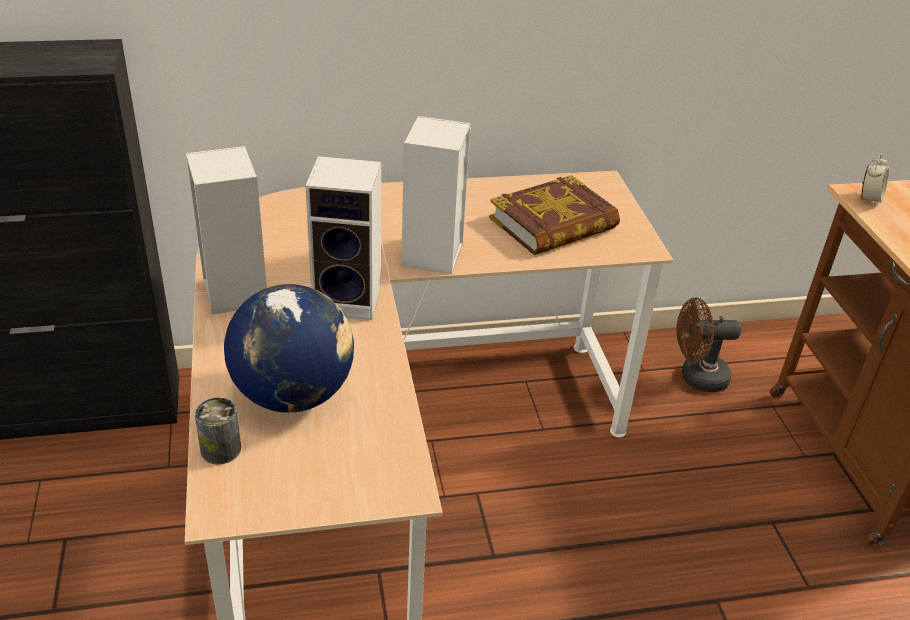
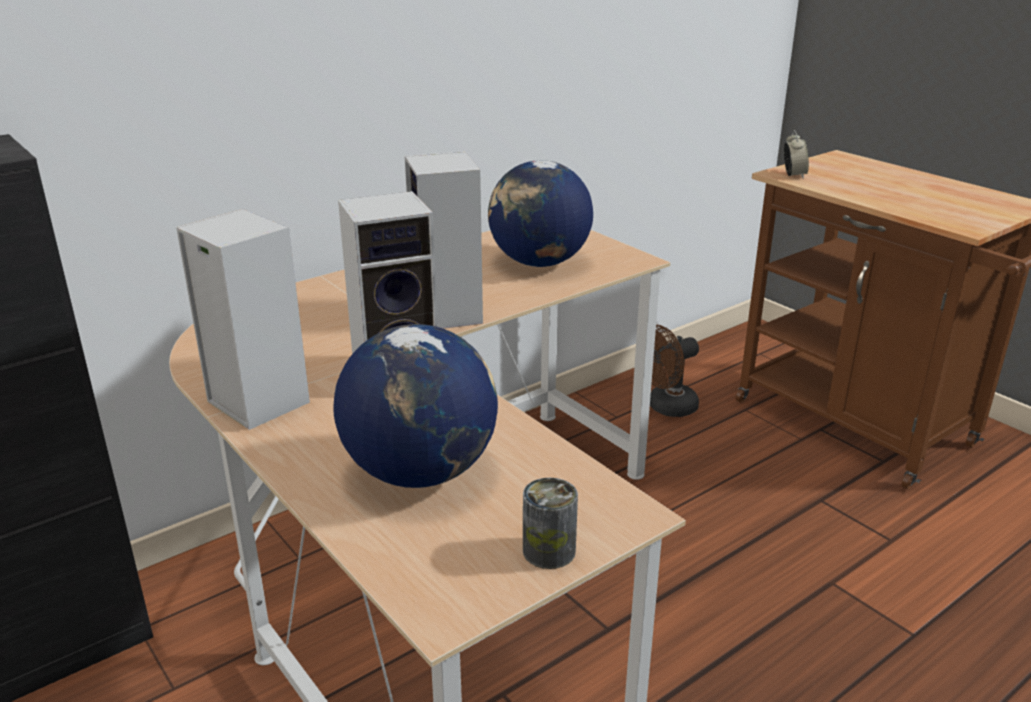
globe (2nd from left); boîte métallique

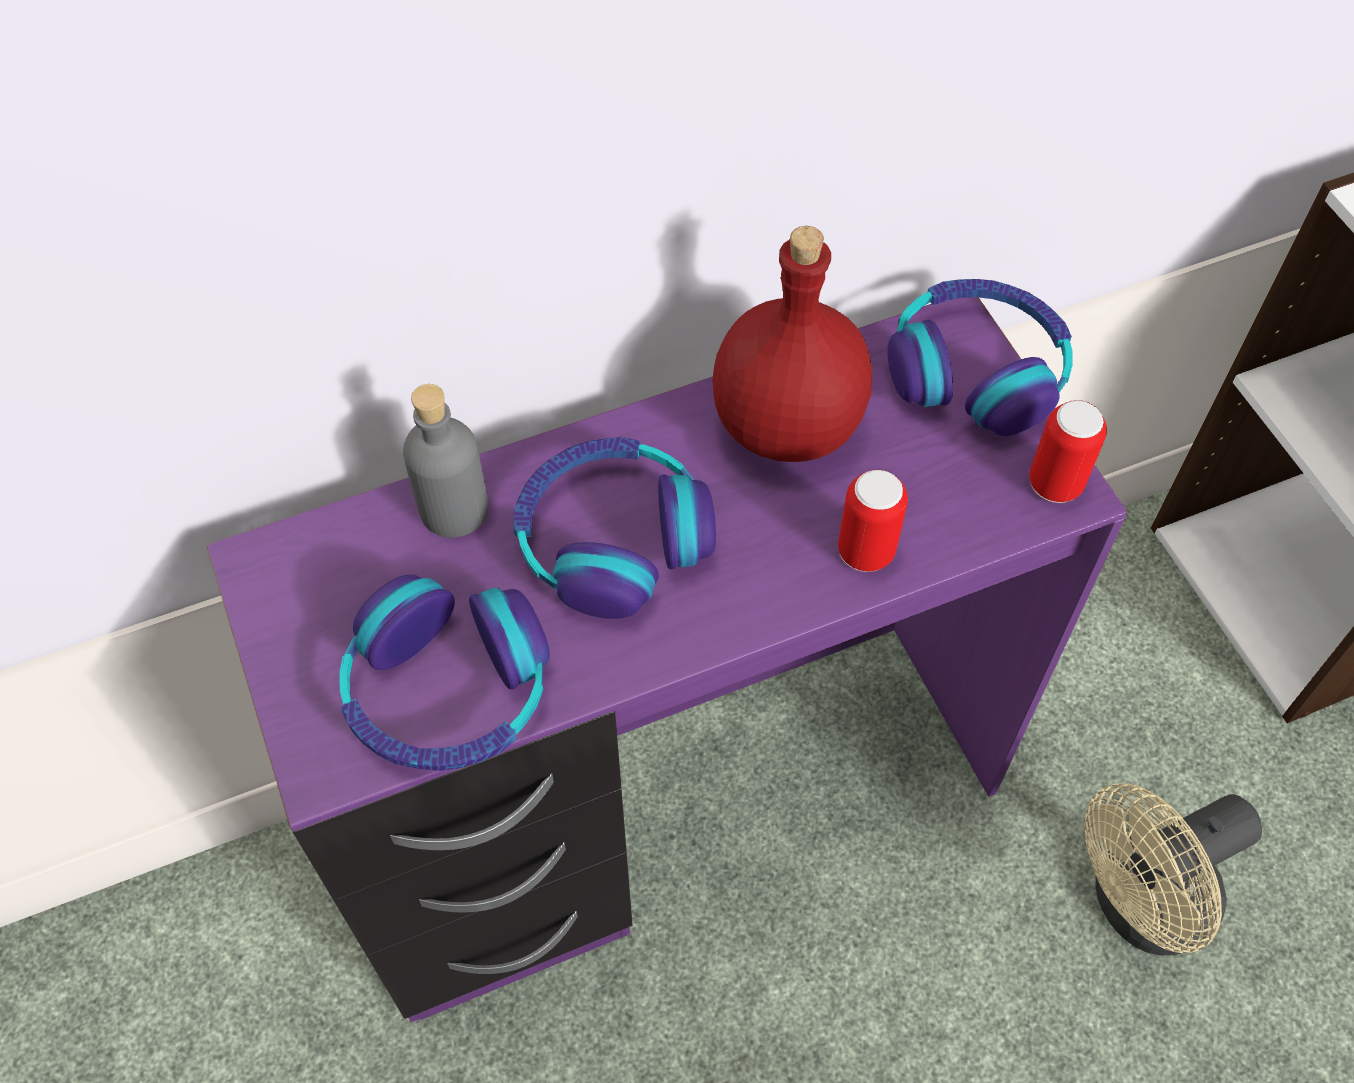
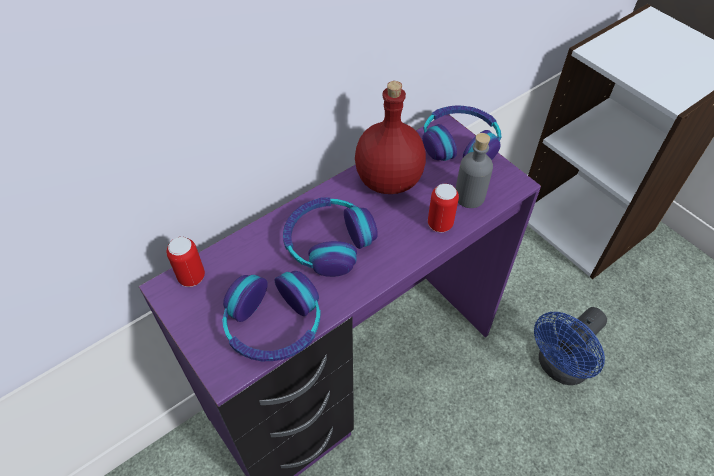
boîte métallique (1st from left); bouteille (gris); ventilateur (bleu)

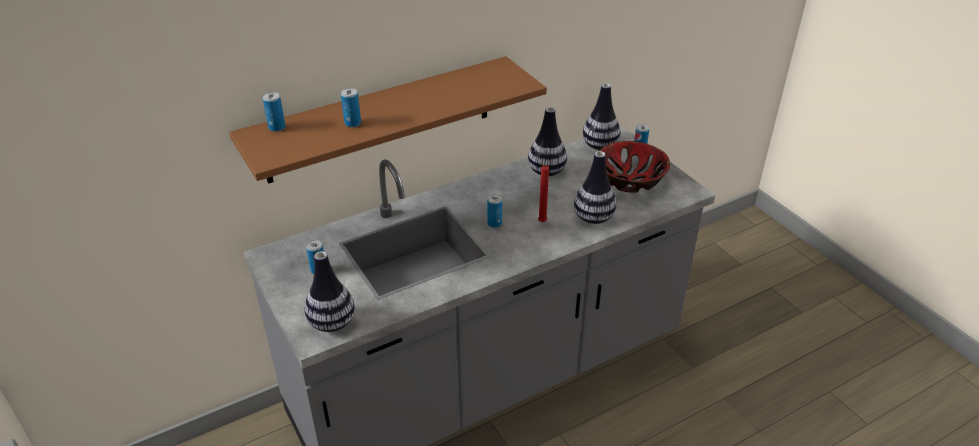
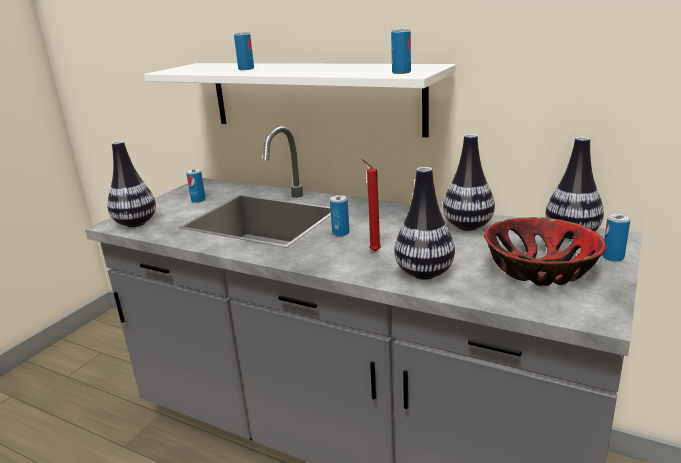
étagère (blanc); boîte métallique (4th from left)

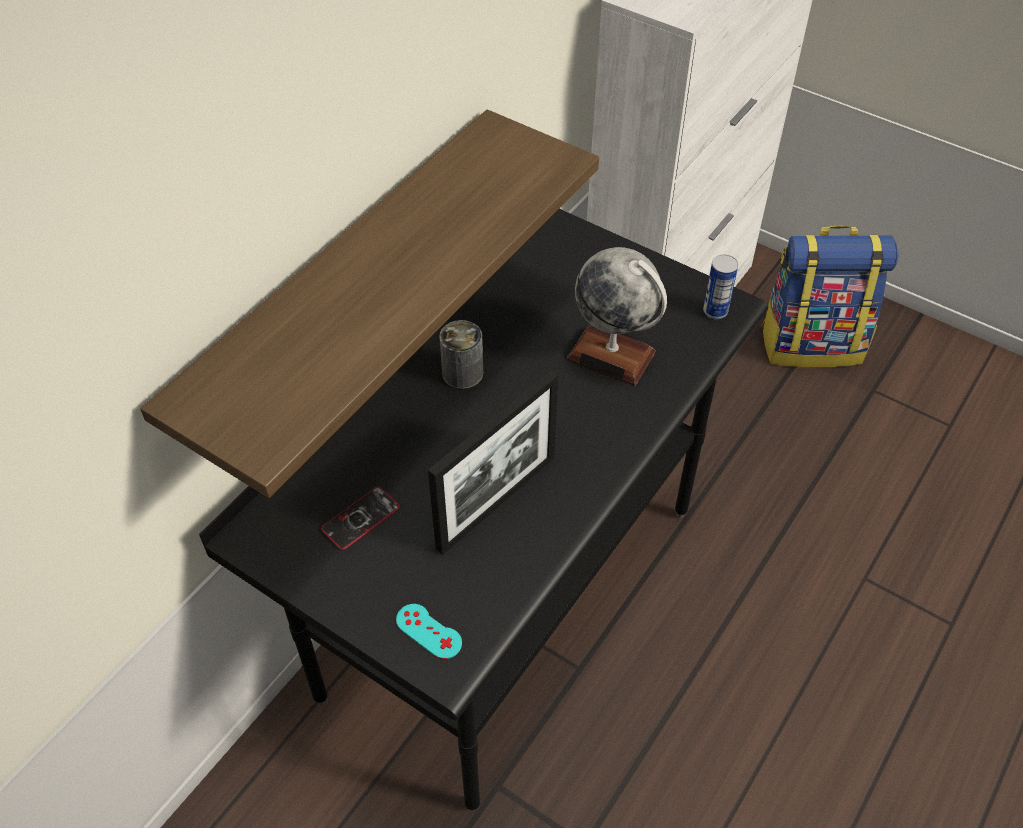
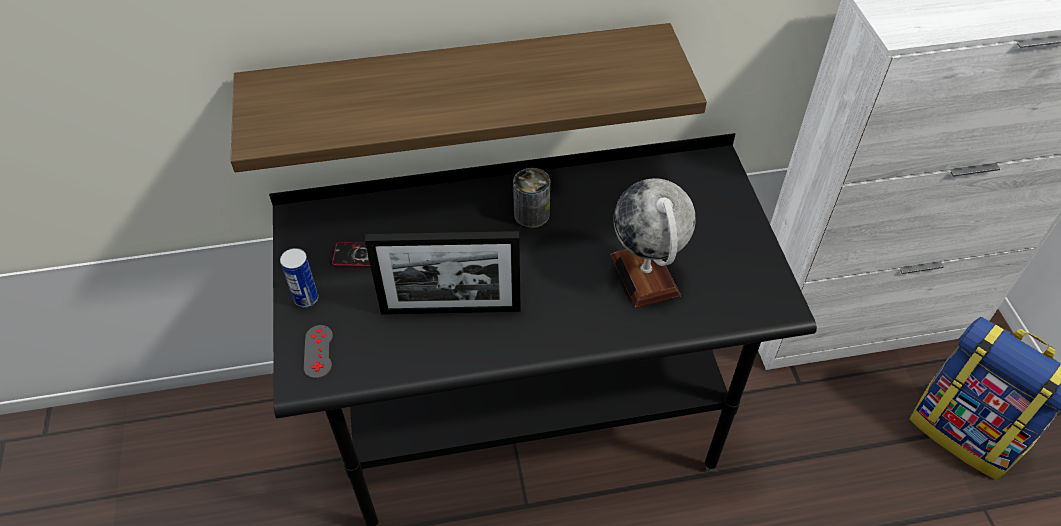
boîte métallique (1st from left); manette (gris)

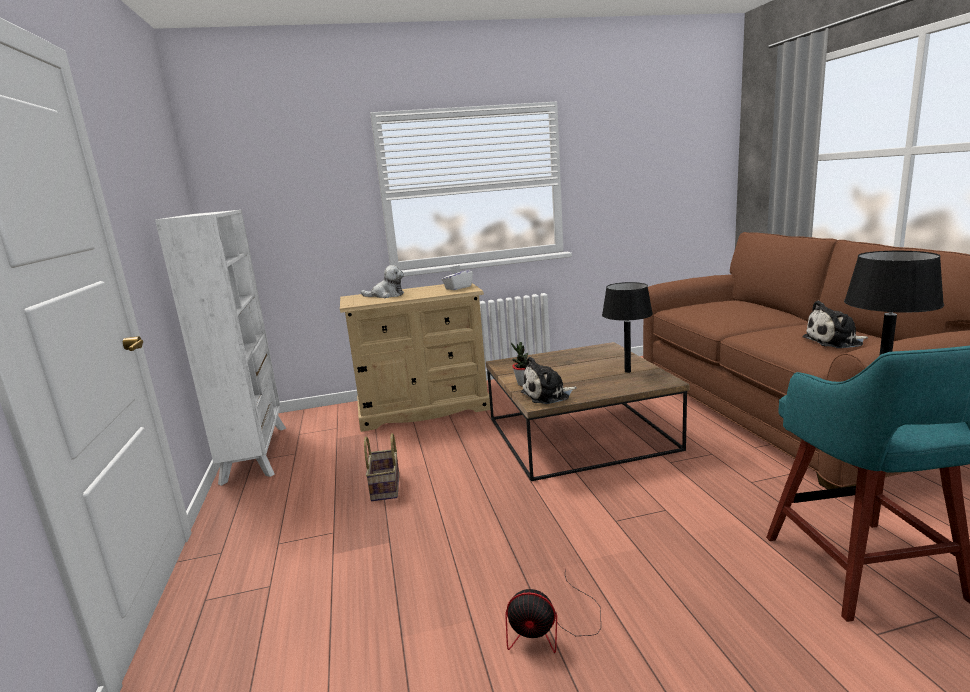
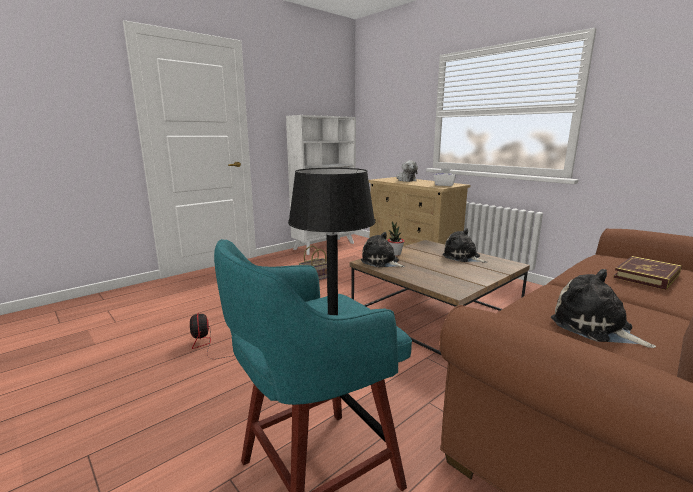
peluche (3rd from left); livre; lampe de table (noir) (1st from left in the first image)

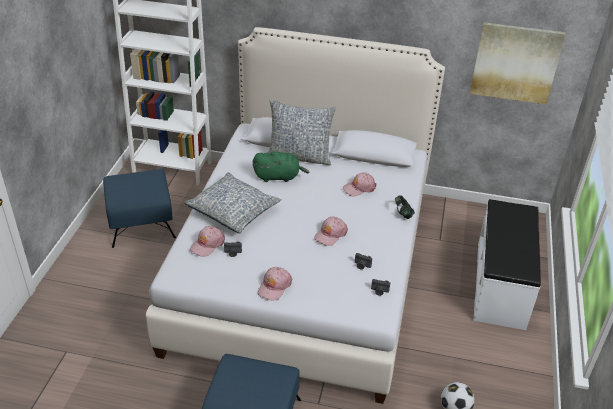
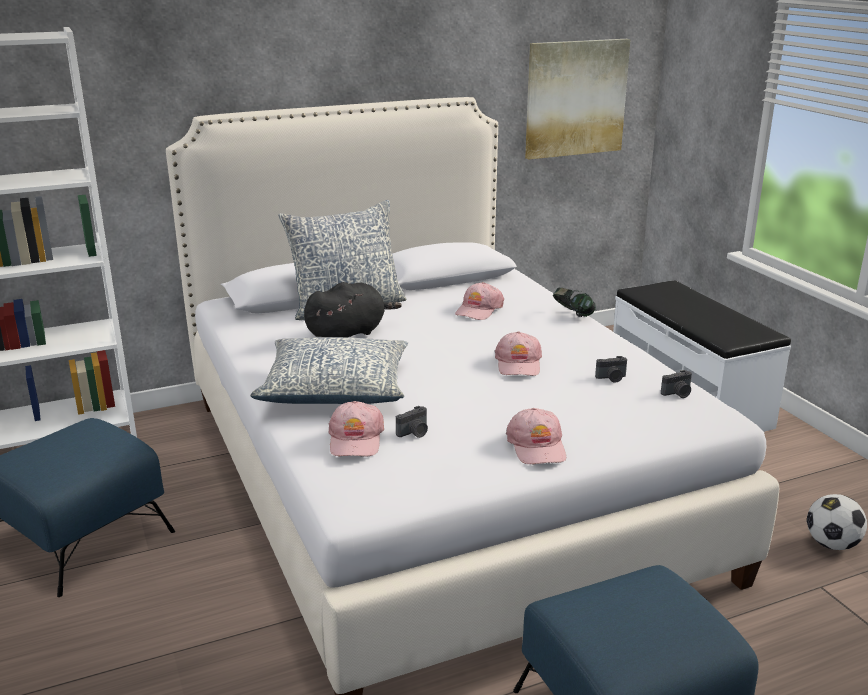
peluche (noir)

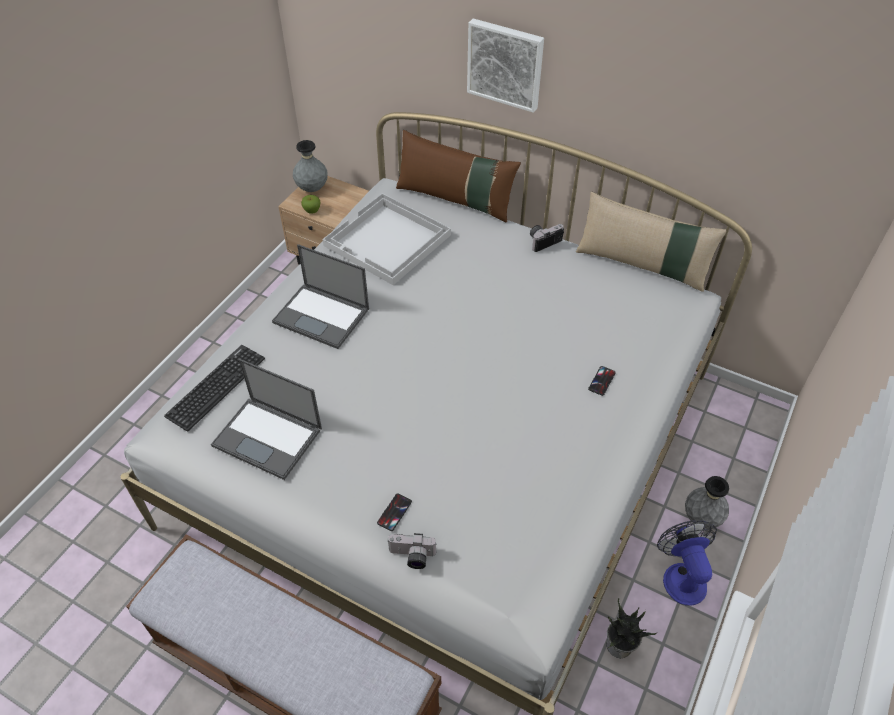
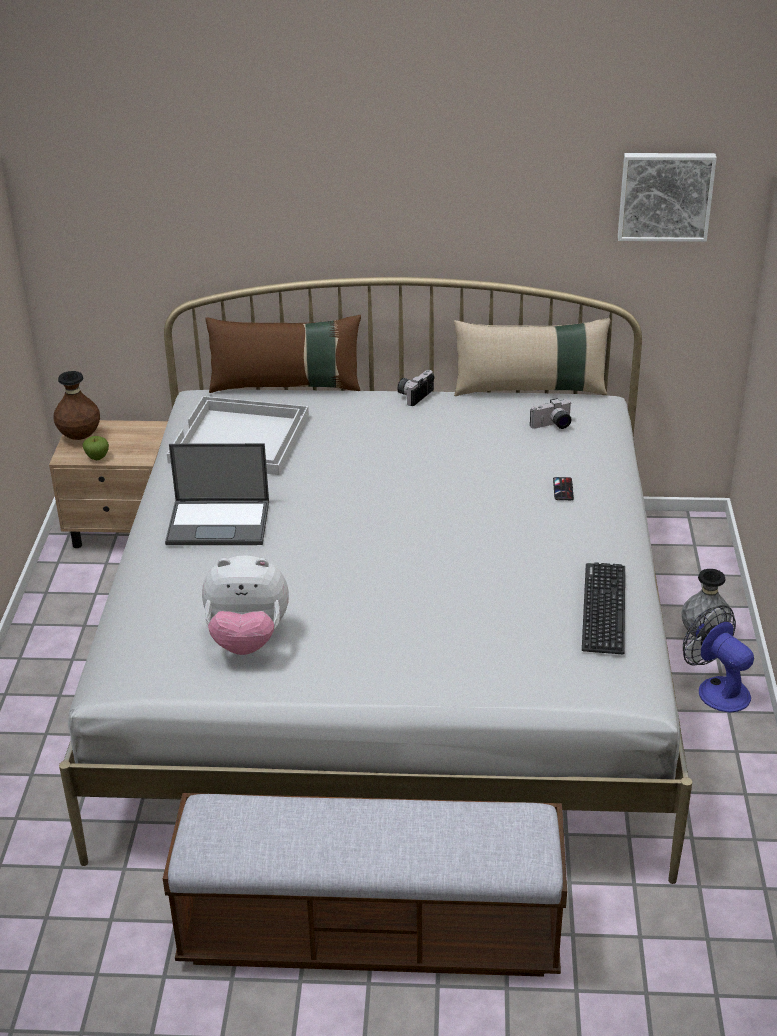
vase (marron); peluche; appareil photo (2nd from left); clavier; tableau; téléphone (1st from left in the first image); plante en pot

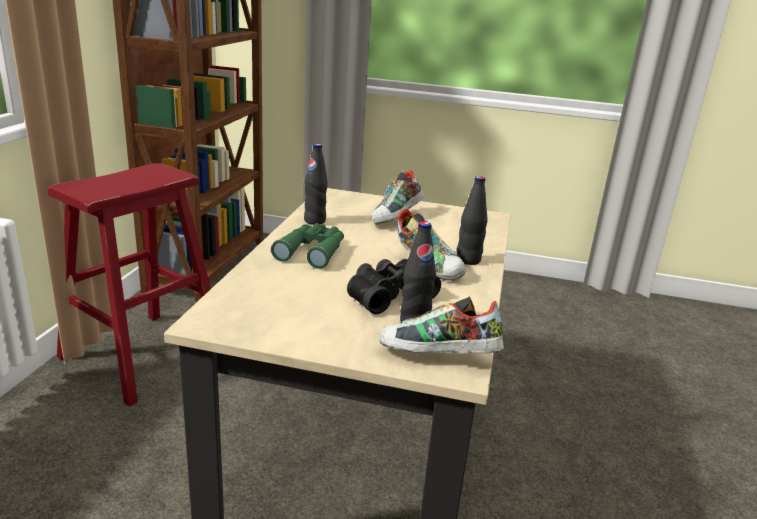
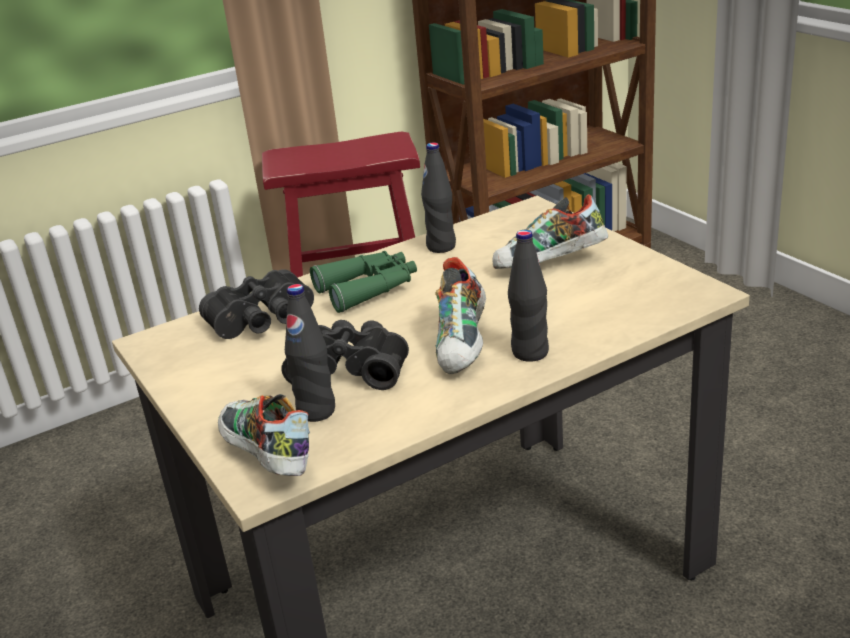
jumelles (noir) (1st from left)

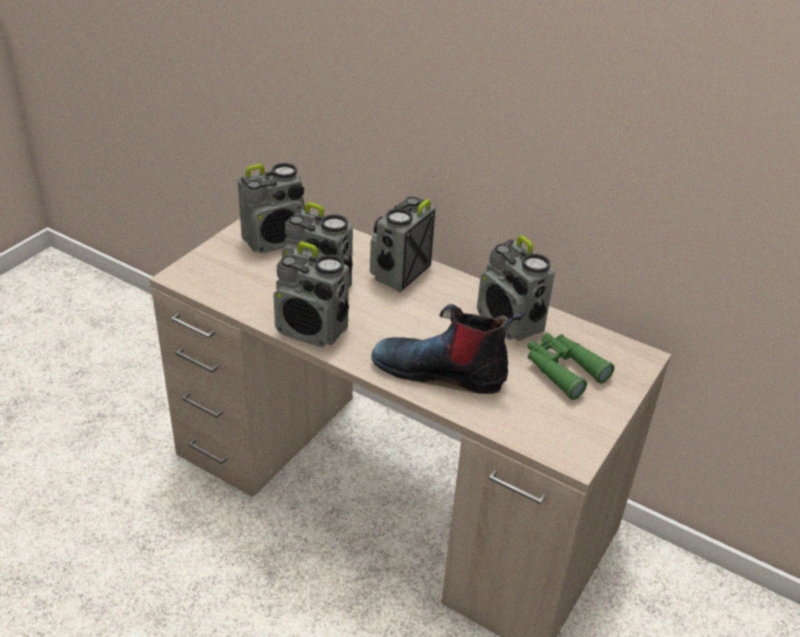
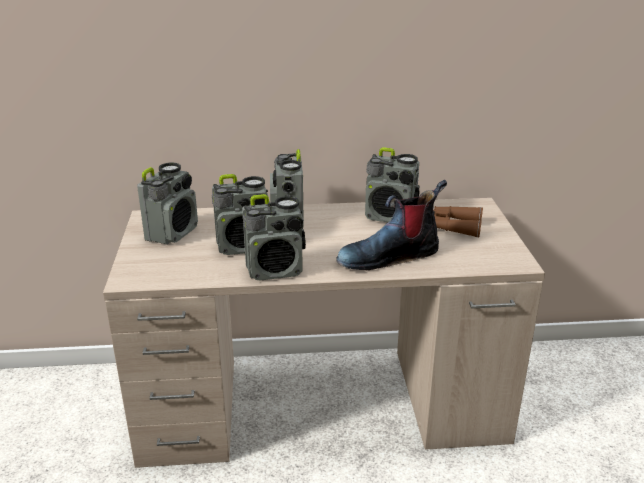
jumelles (marron)

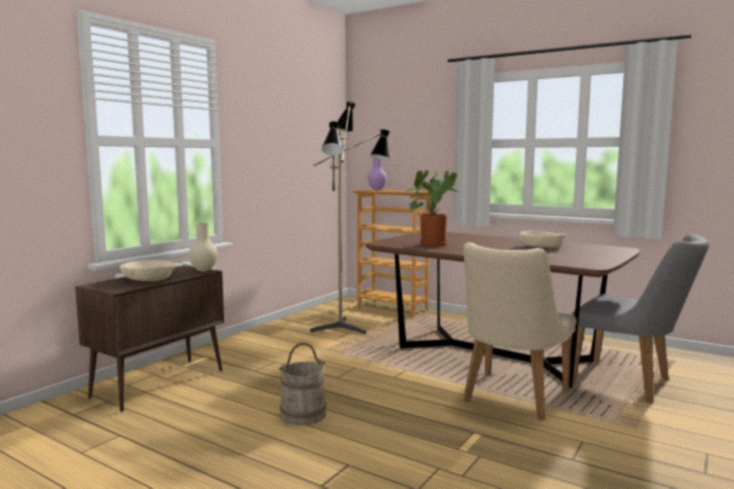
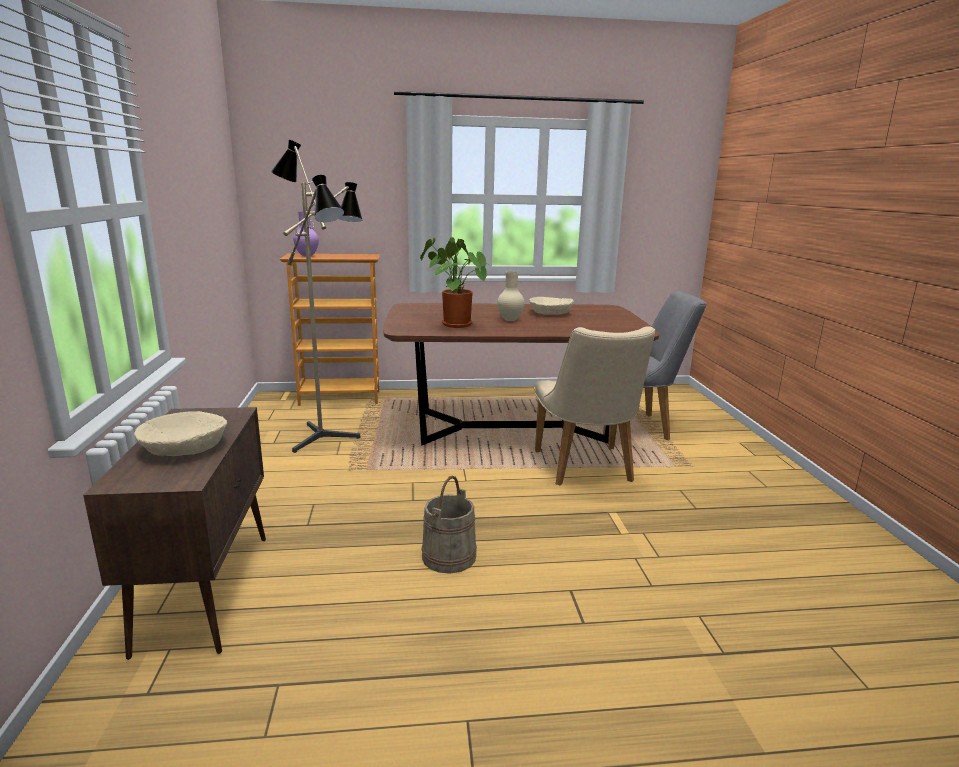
vase (beige)

